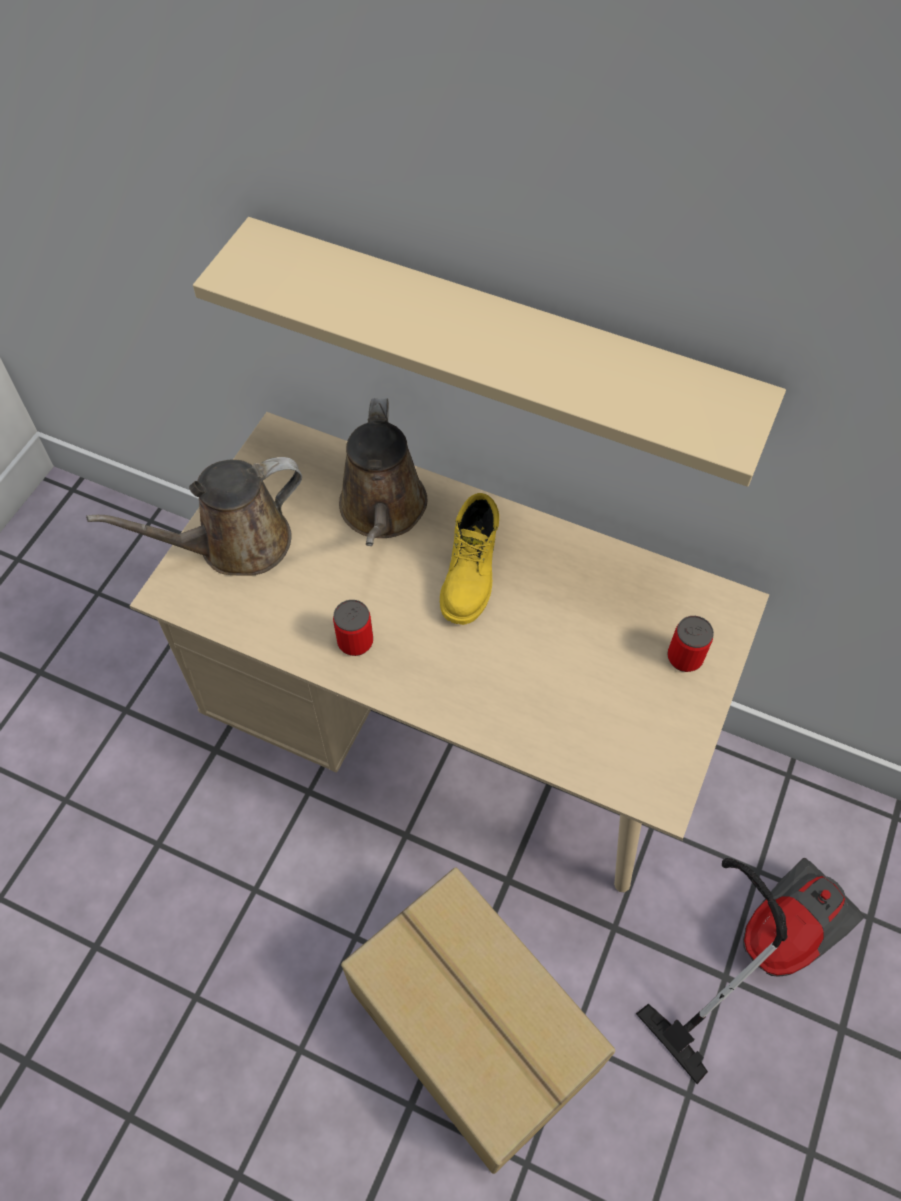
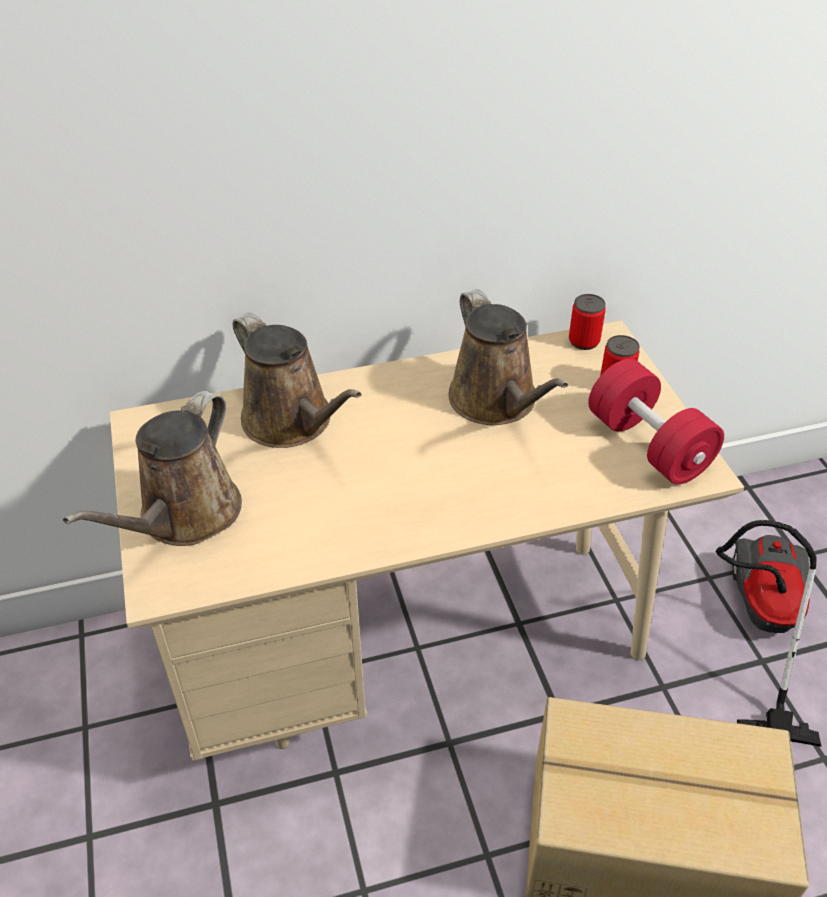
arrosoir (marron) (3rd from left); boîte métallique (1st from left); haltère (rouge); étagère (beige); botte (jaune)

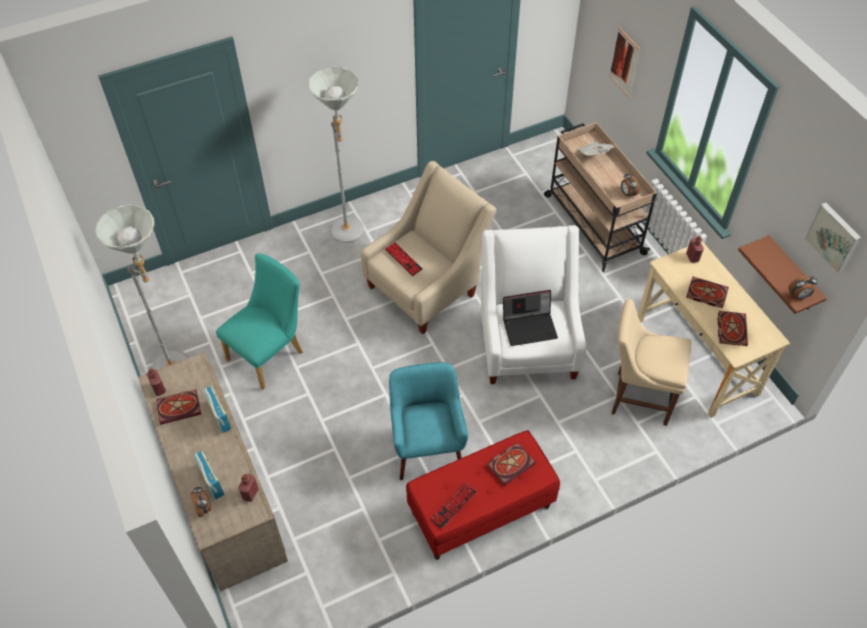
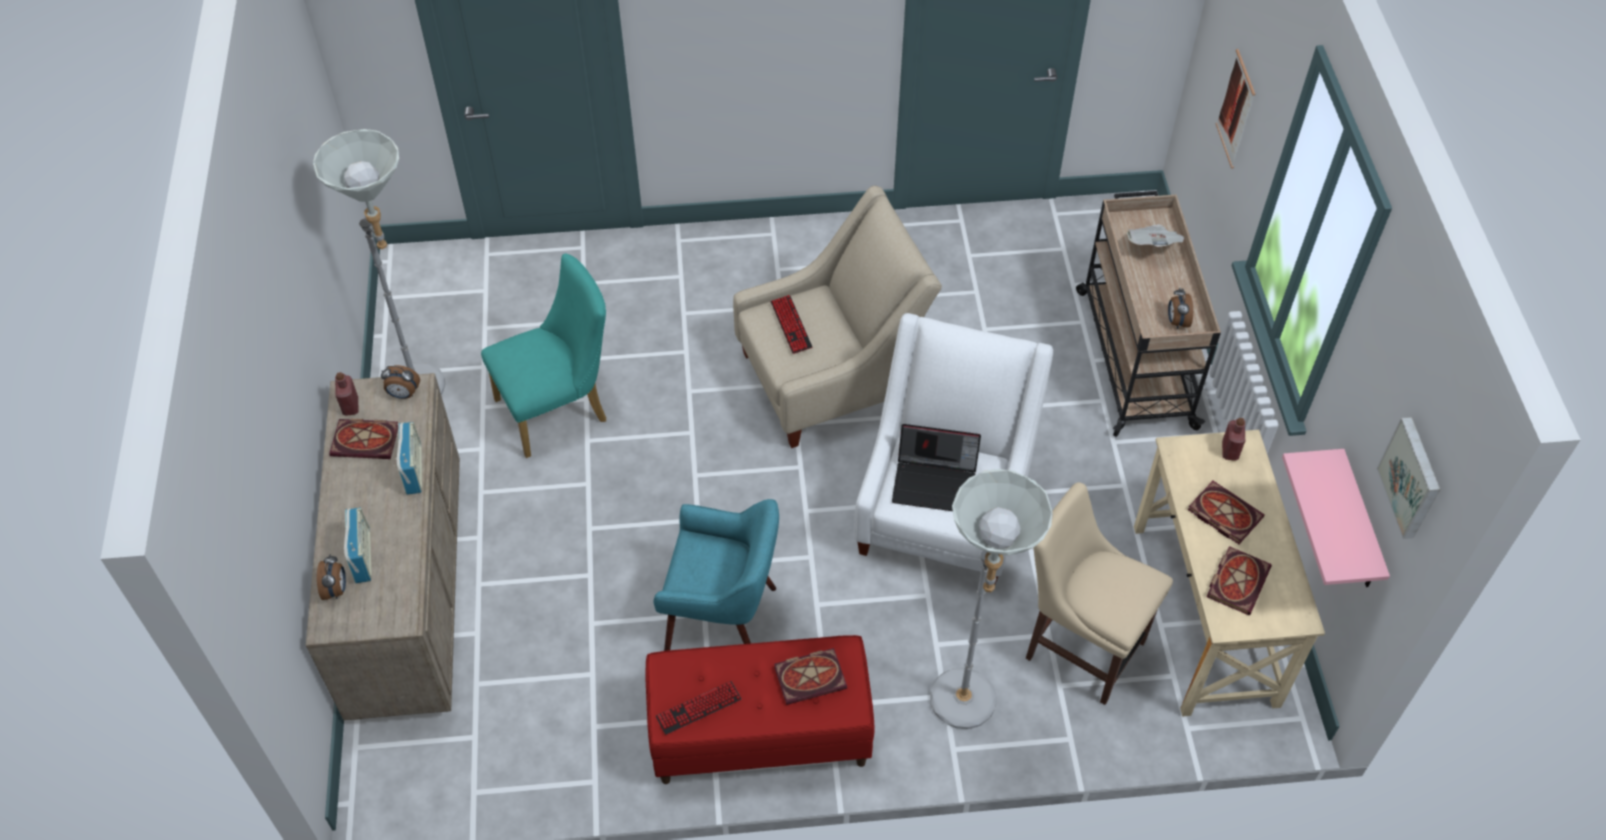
réveil (2nd from left); fauteuil (turquoise); lampadaire (gris) (2nd from left); étagère (rose); bouteille (rouge) (2nd from left in the first image)

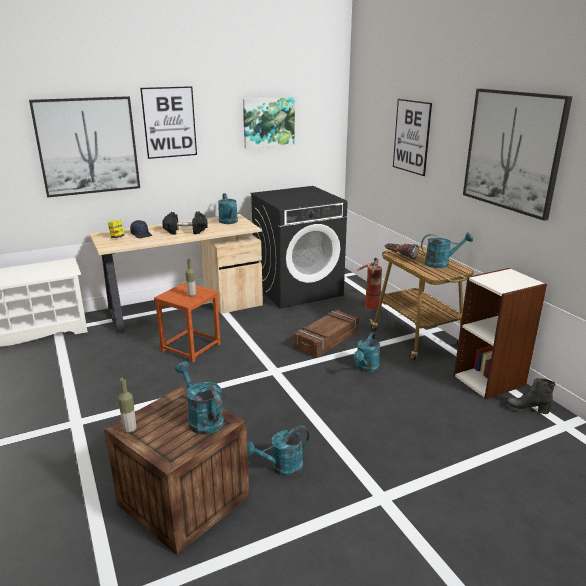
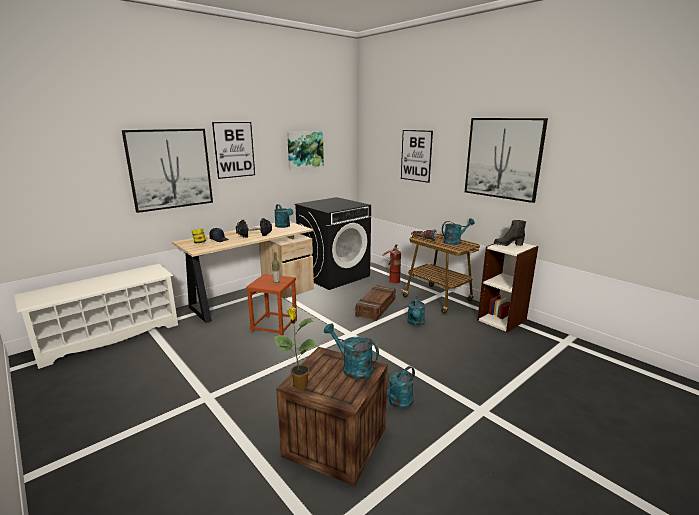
plante en pot; botte (noir)

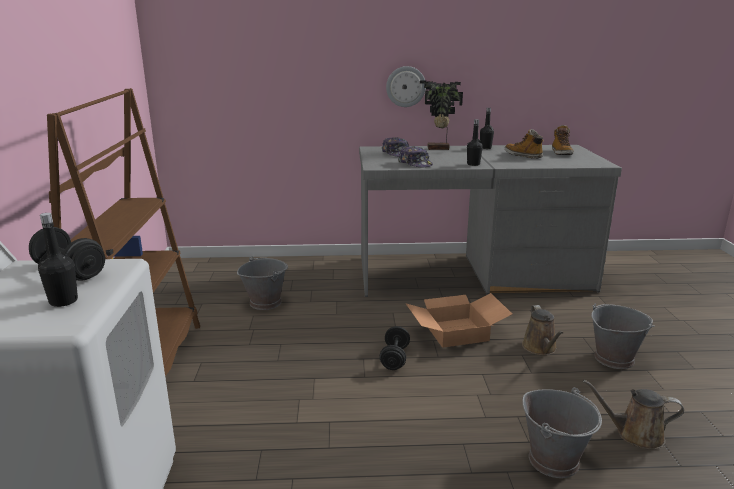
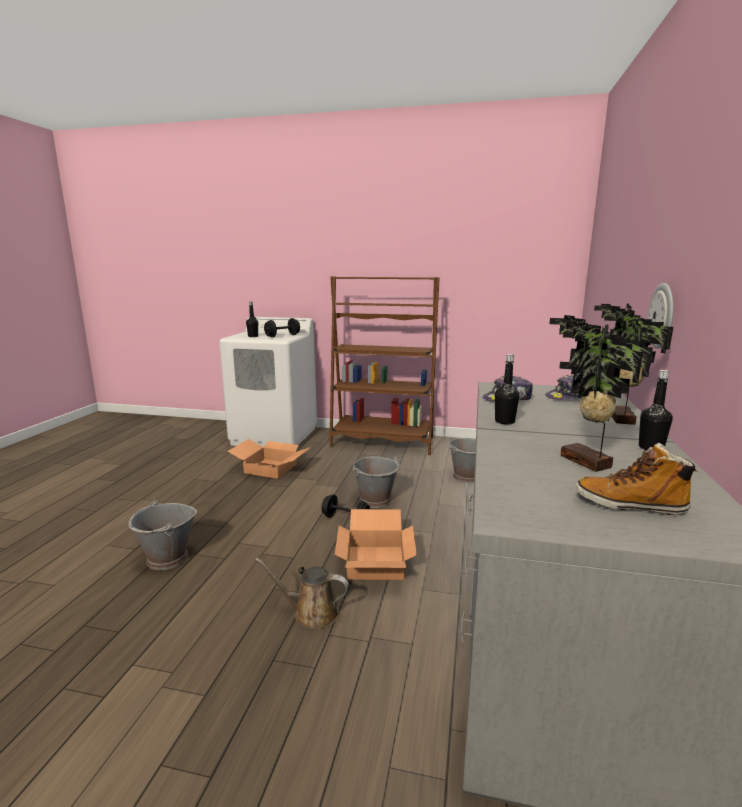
carton (1st from left); seau (gris) (2nd from left); plante en pot (1st from left); arrosoir (marron) (2nd from left in the first image)

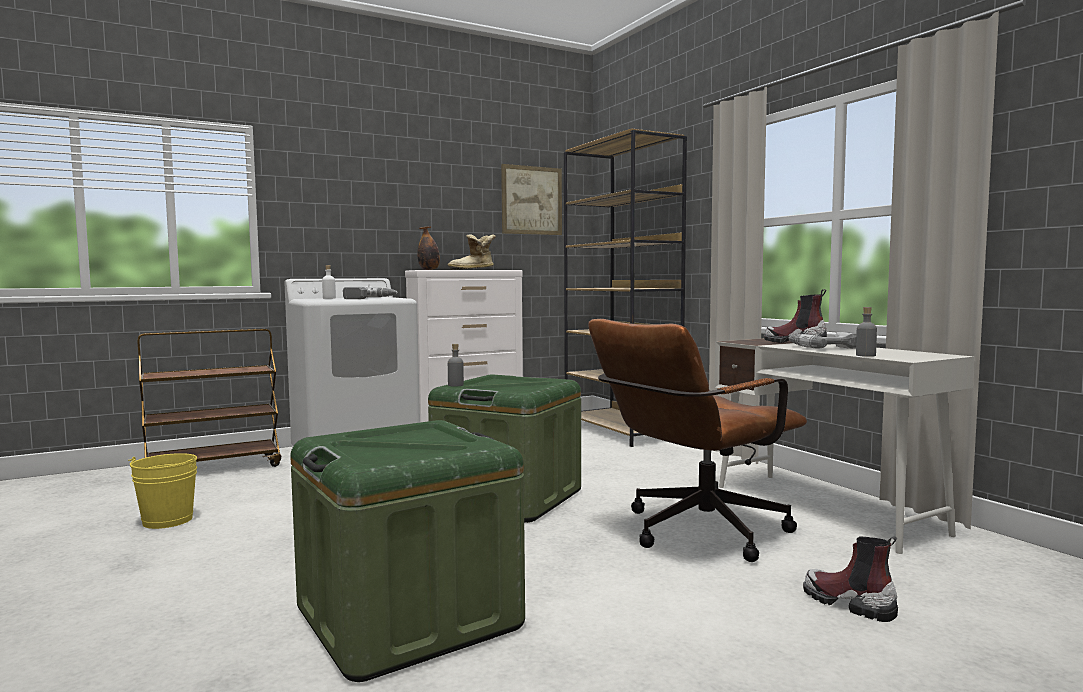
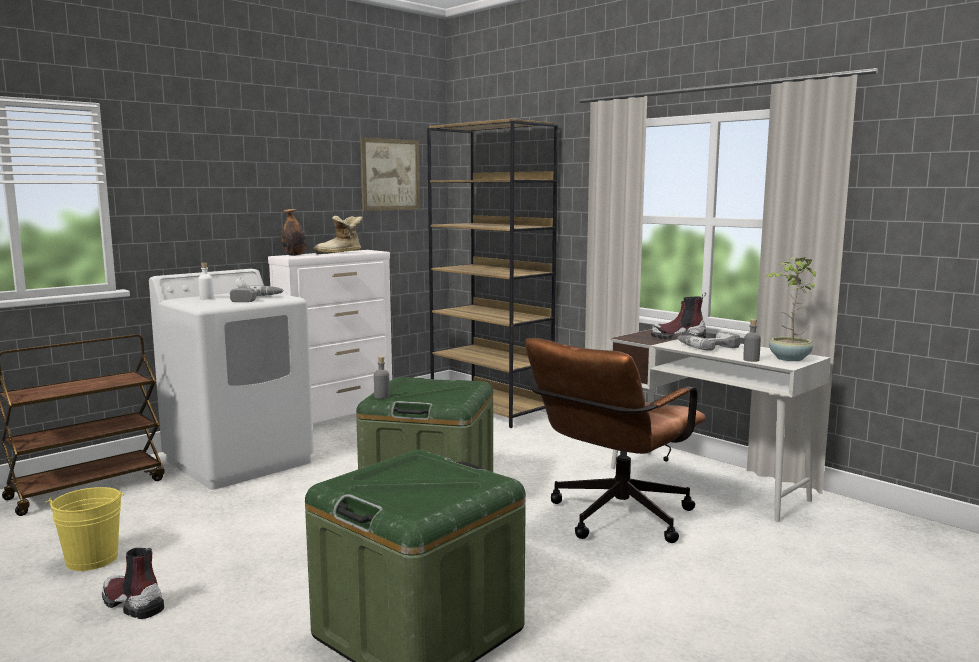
botte (1st from left); plante en pot

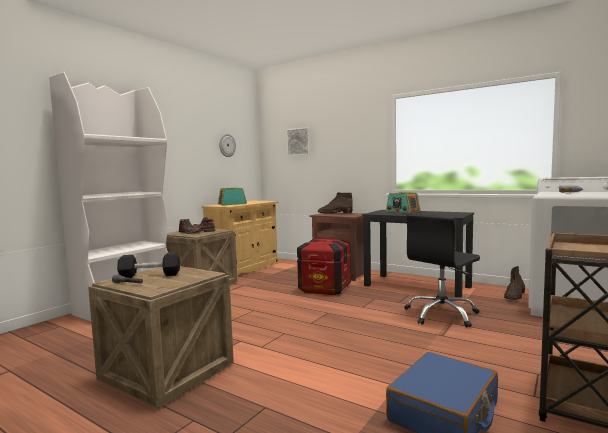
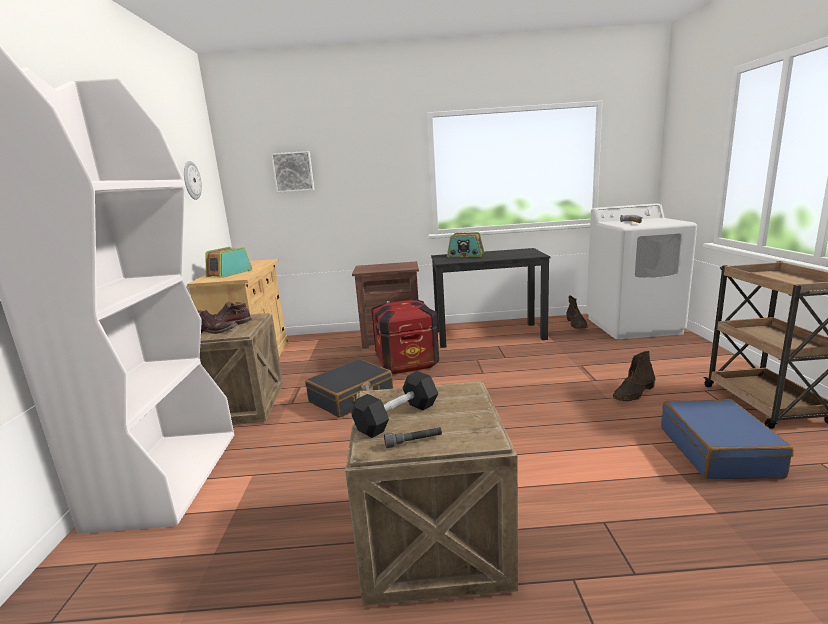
valise (noir); botte (marron) (4th from left); chaise de bureau (noir)

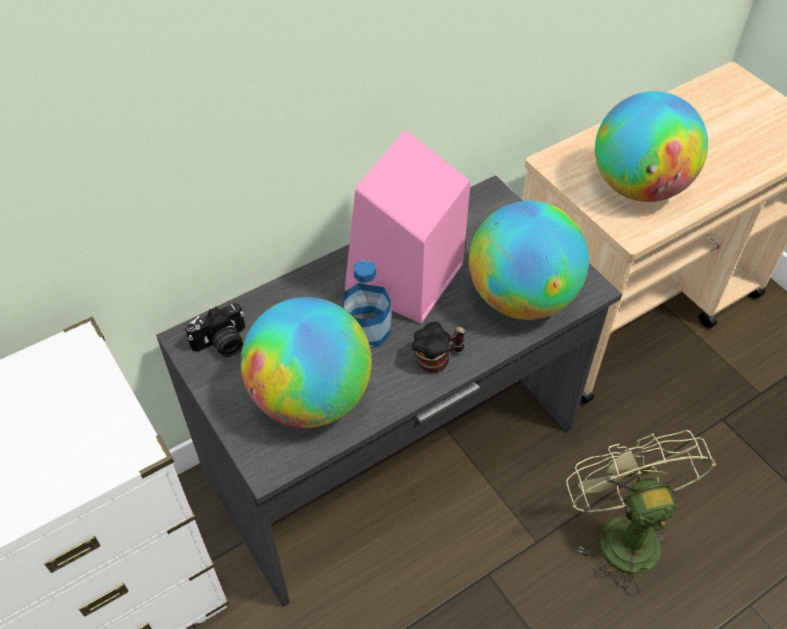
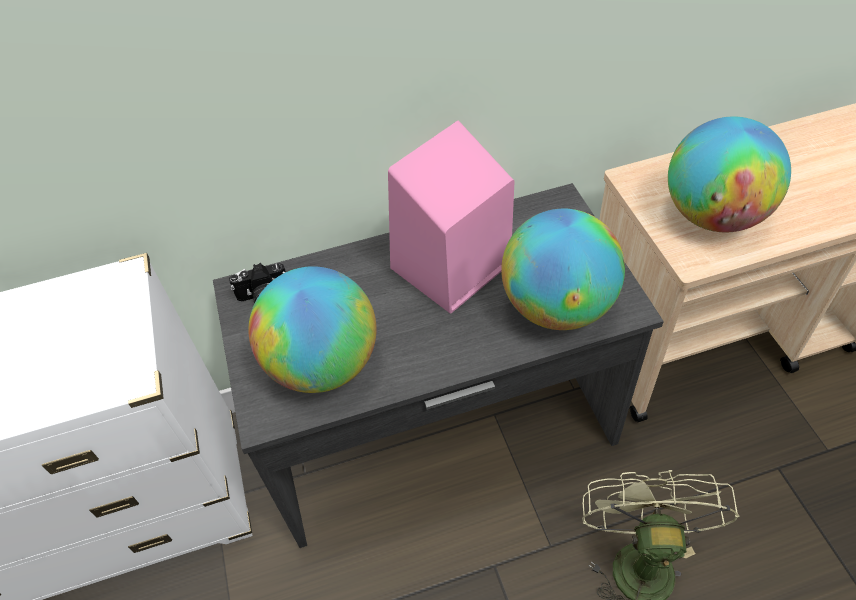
bouteille; mug

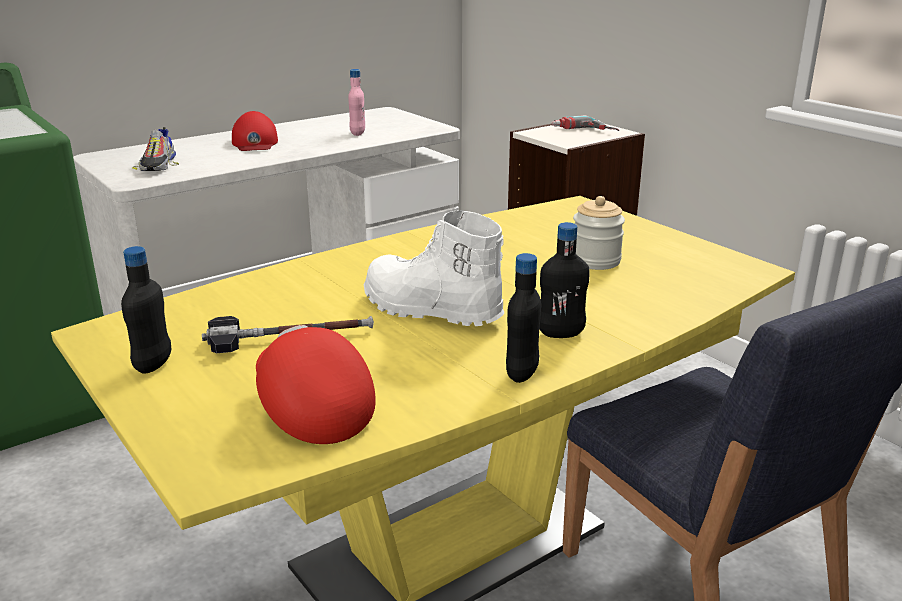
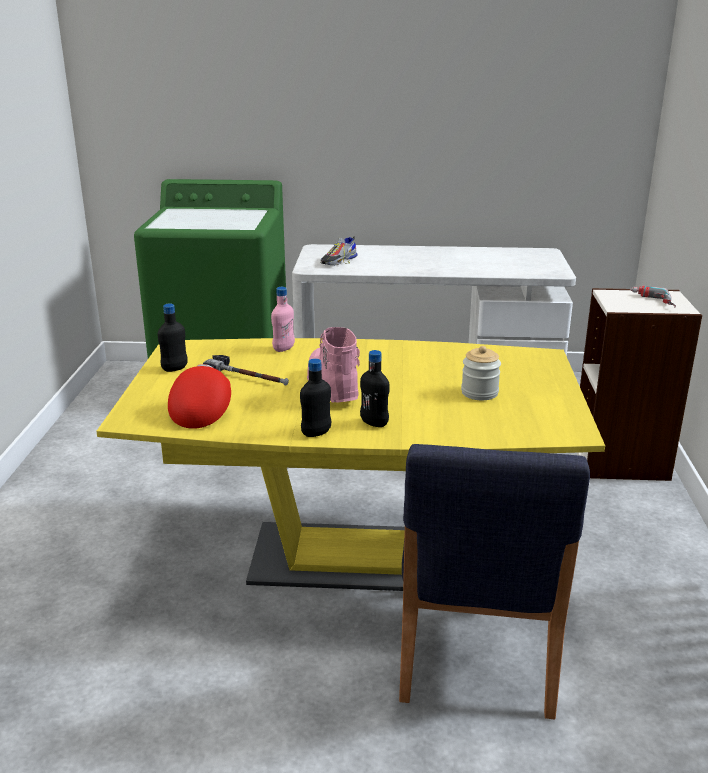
bouteille (rose); botte (rose); casquette (rouge) (1st from left in the first image)

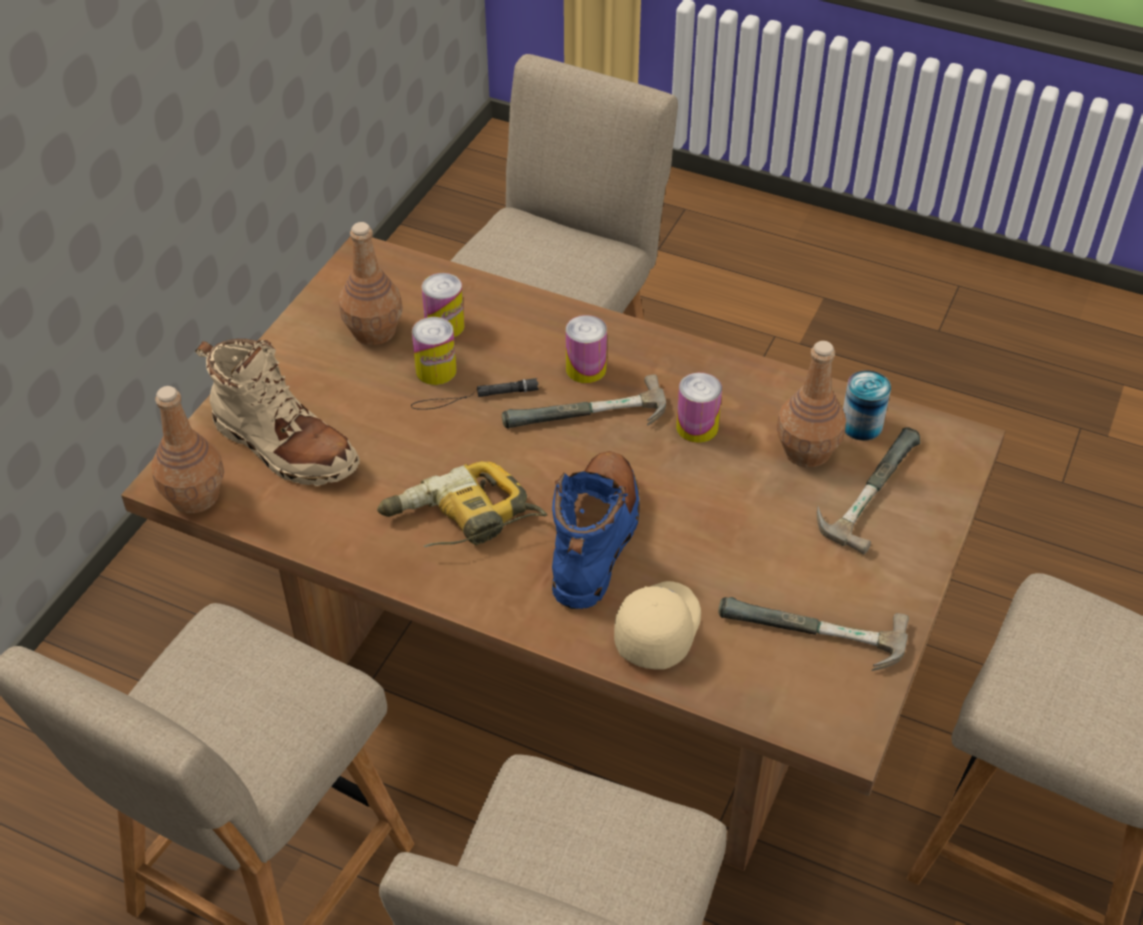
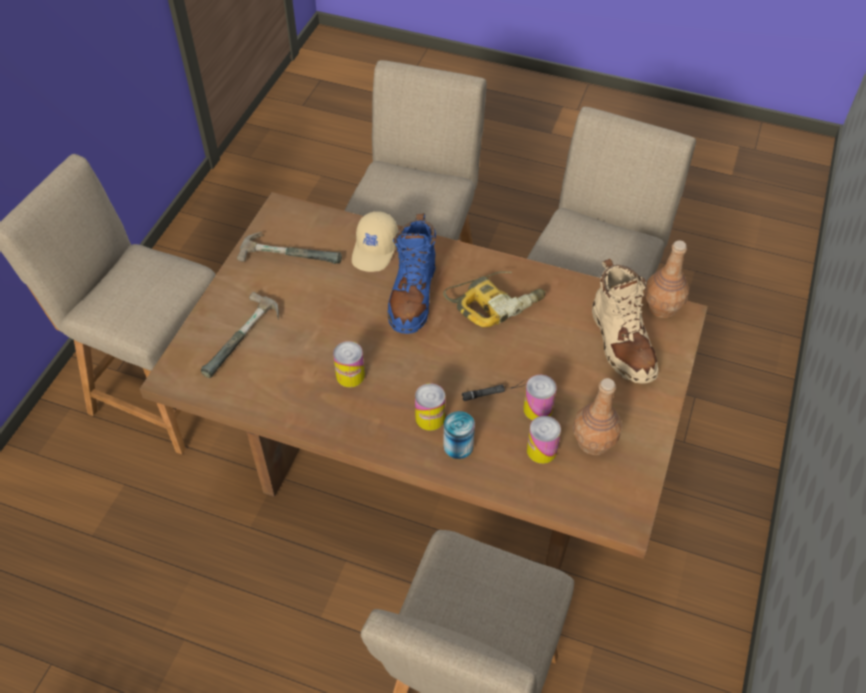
boîte métallique (3rd from left); botte (beige); marteau (1st from left in the first image); bouteille (marron) (3rd from left in the first image)

